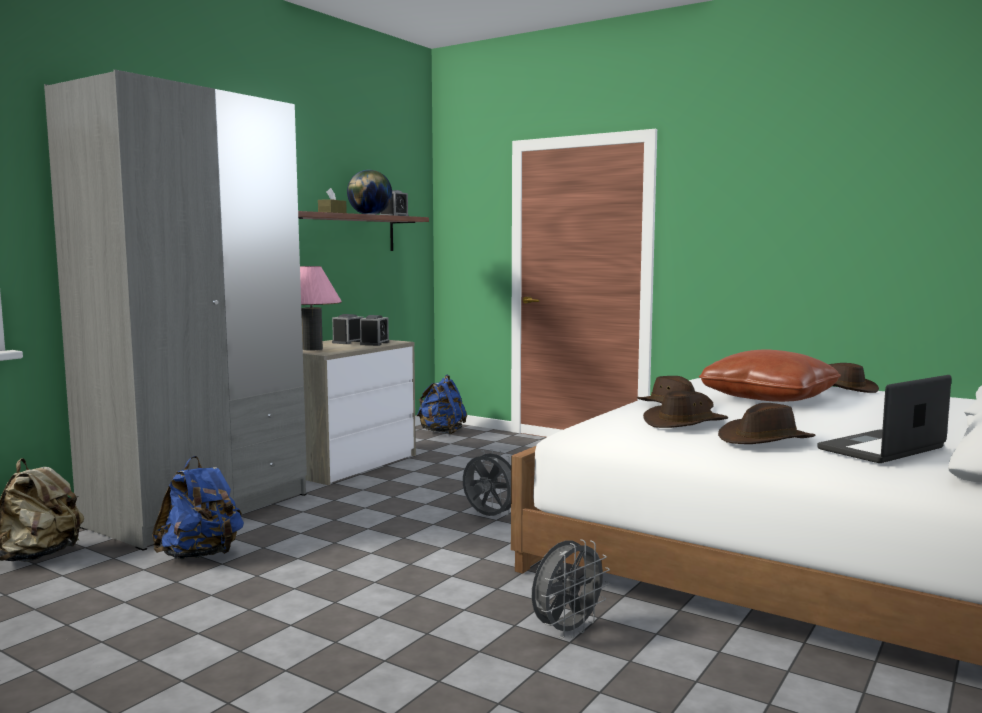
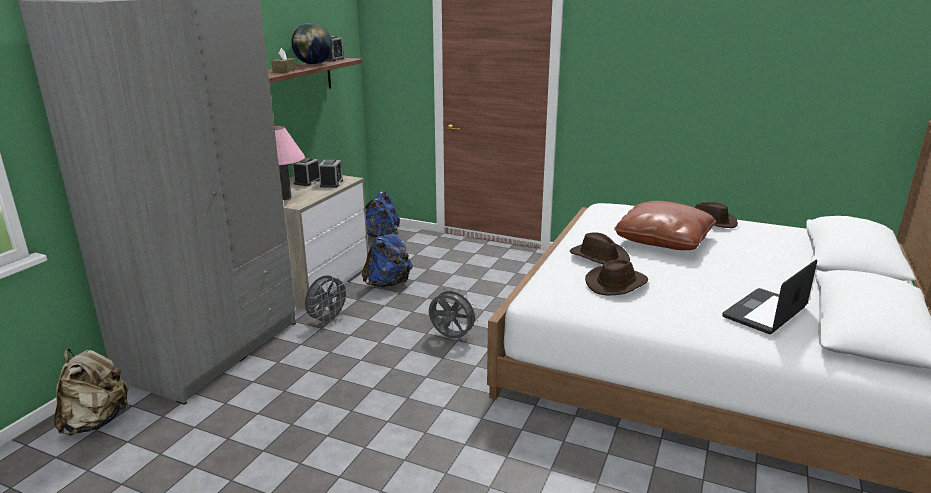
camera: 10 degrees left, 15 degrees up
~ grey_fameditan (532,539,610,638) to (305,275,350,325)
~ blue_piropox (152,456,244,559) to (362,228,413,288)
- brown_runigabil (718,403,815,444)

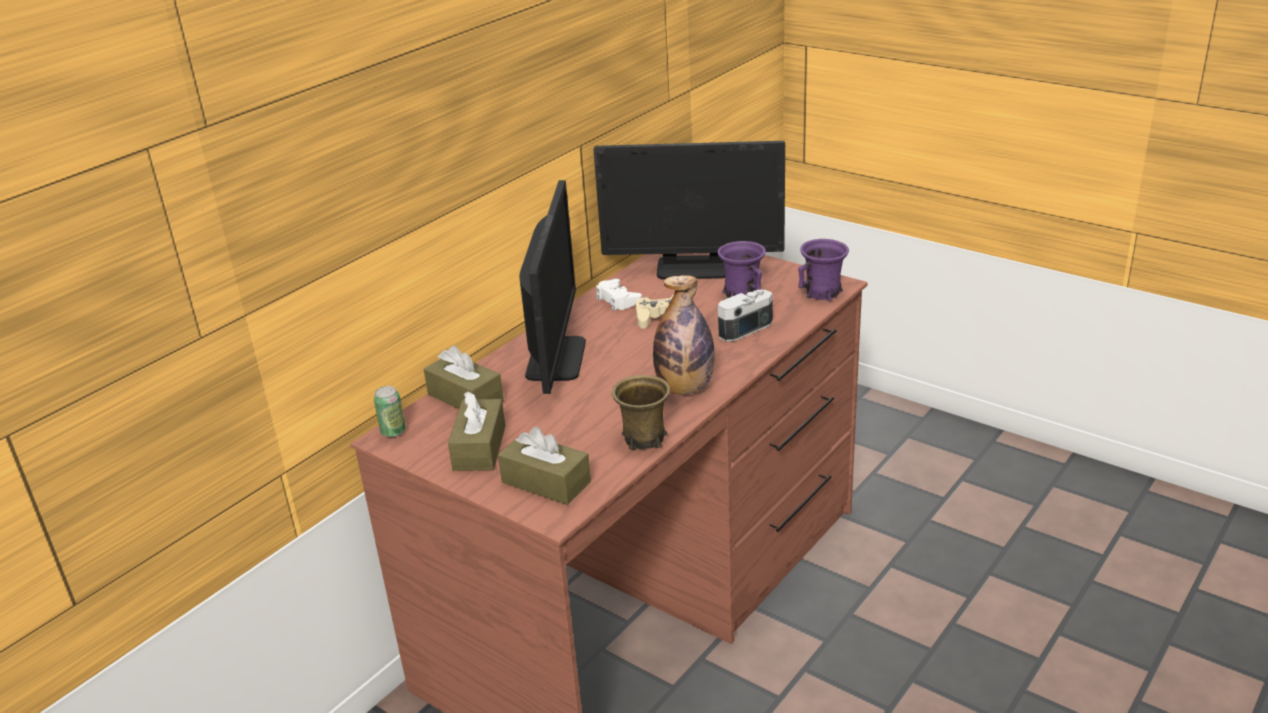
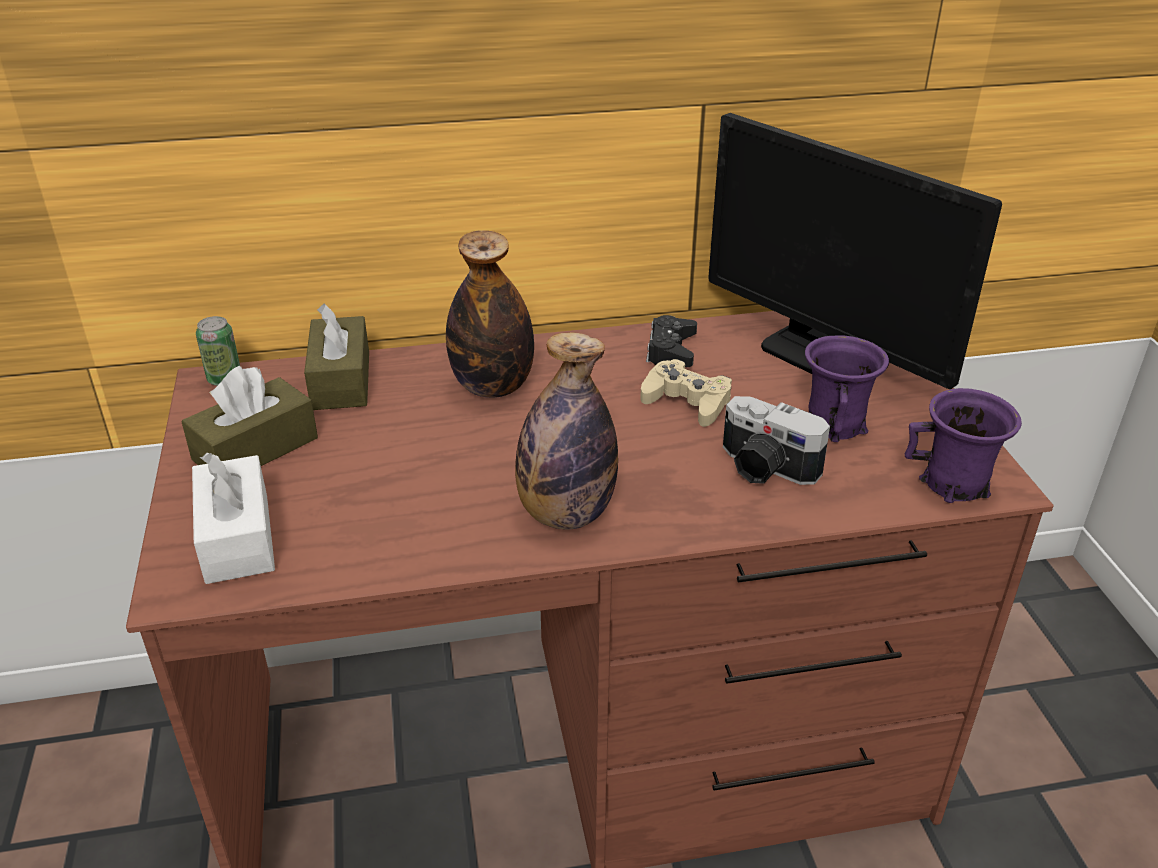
camera: 40 degrees right, 5 degrees up
~ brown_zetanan (498,427,591,505) to white_zetanan (192,453,275,584)
~ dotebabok (519,180,586,394) to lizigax (446,230,534,398)
~ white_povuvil (596,279,642,311) to black_povuvil (646,315,697,367)
~ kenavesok (718,289,773,342) = (723,396,830,485) 150 degrees counterclockwise
- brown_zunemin (612,375,670,449)

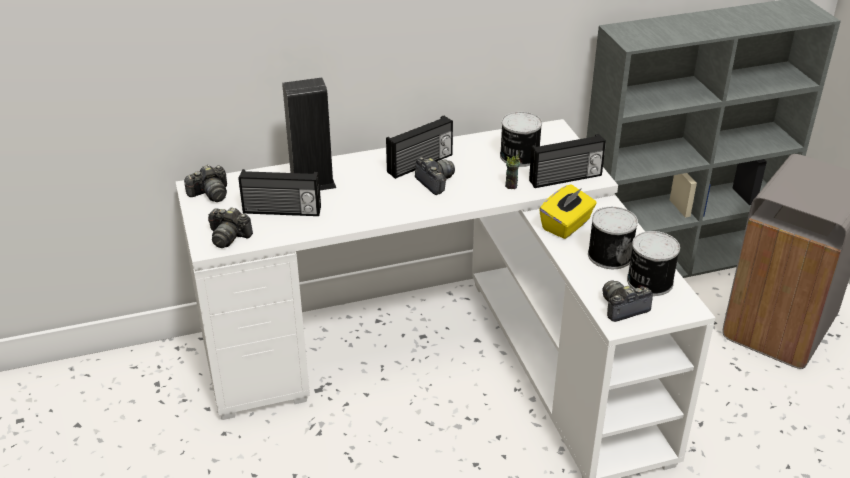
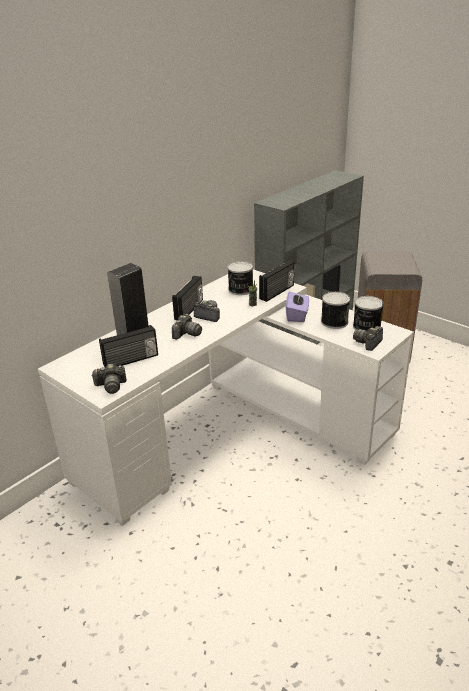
camera: 30 degrees left, 5 degrees down
~ kenavesok (184,165,227,202) to (172,314,202,339)
~ yellow_zetanan (539,184,597,239) to purple_zetanan (286,291,309,322)

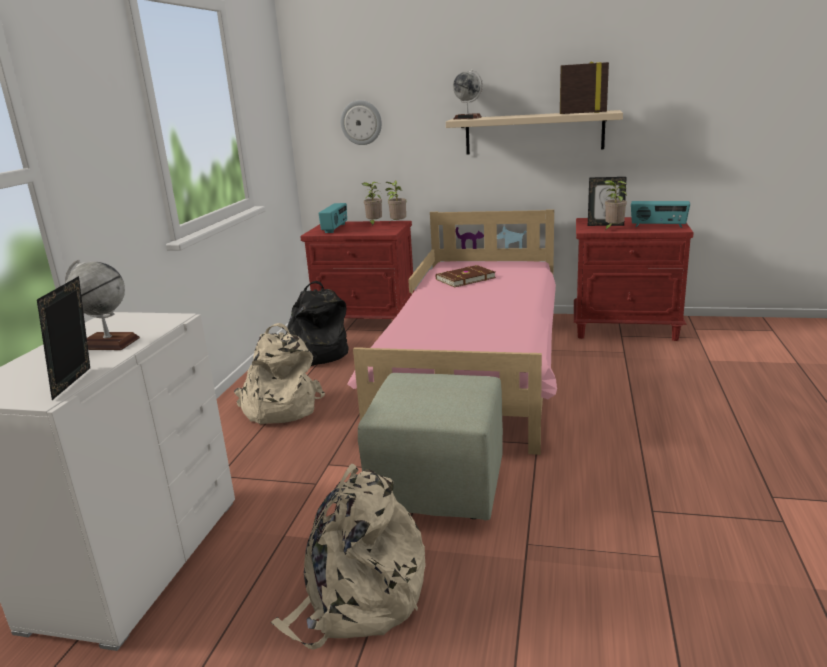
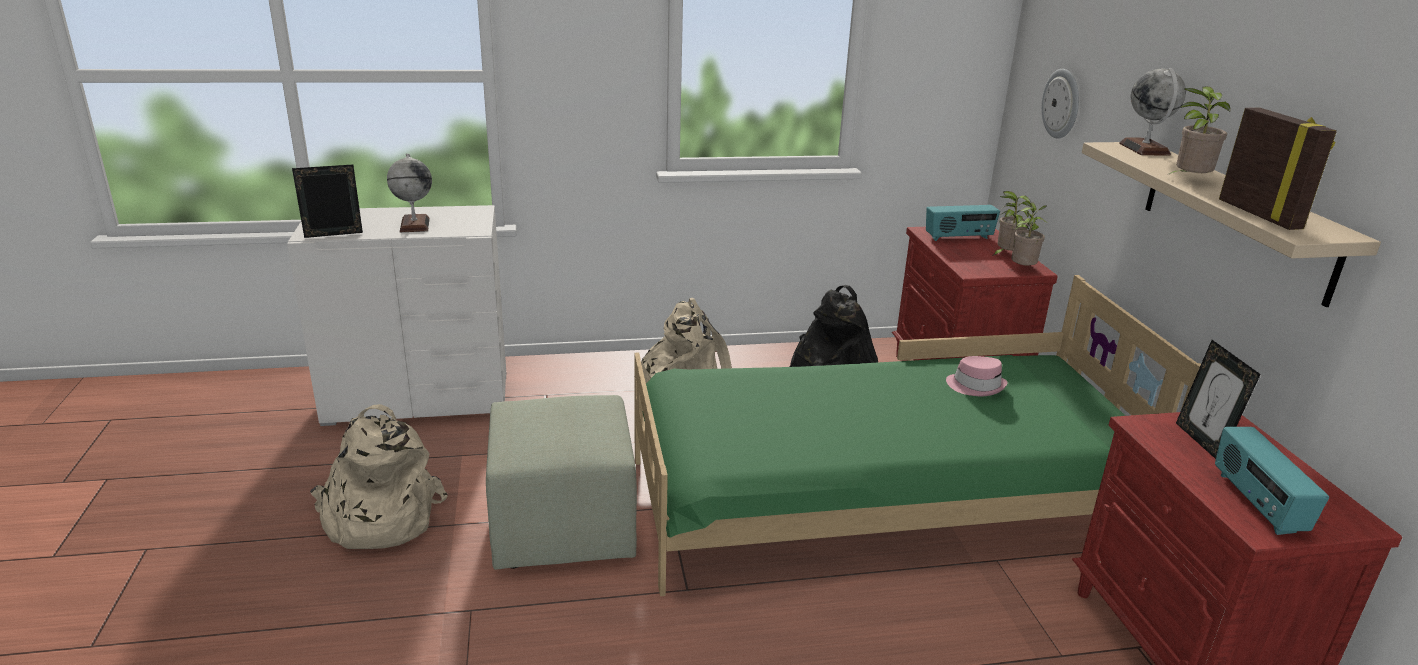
camera: 65 degrees right, 5 degrees up
~ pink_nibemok (348,209,557,455) to green_nibemok (634,275,1201,596)
~ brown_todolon (436,265,496,287) to pink_runigabil (946,356,1008,396)
~ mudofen (604,180,627,230) to (1167,86,1230,175)

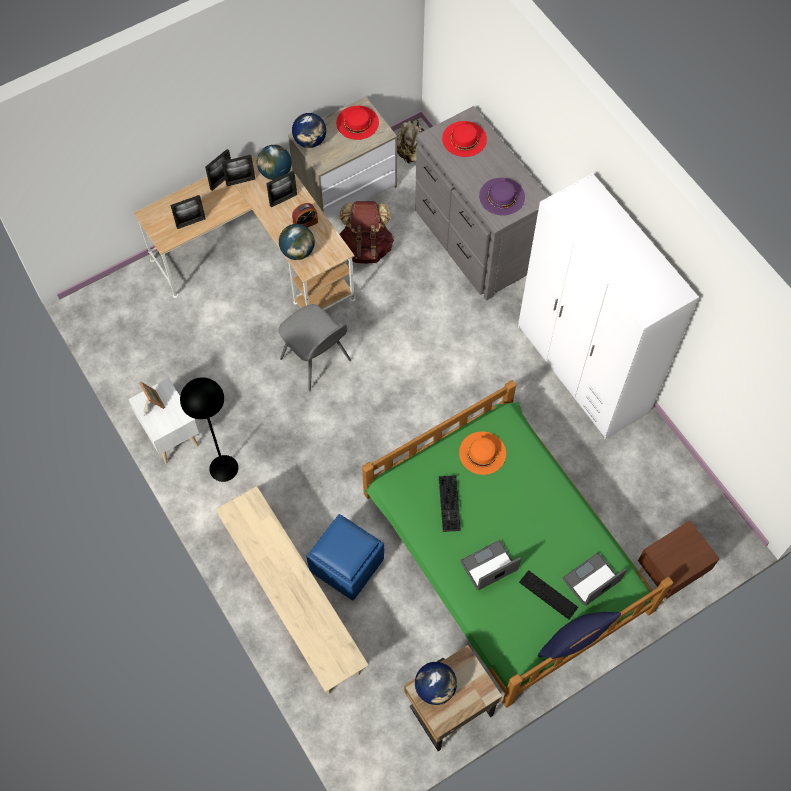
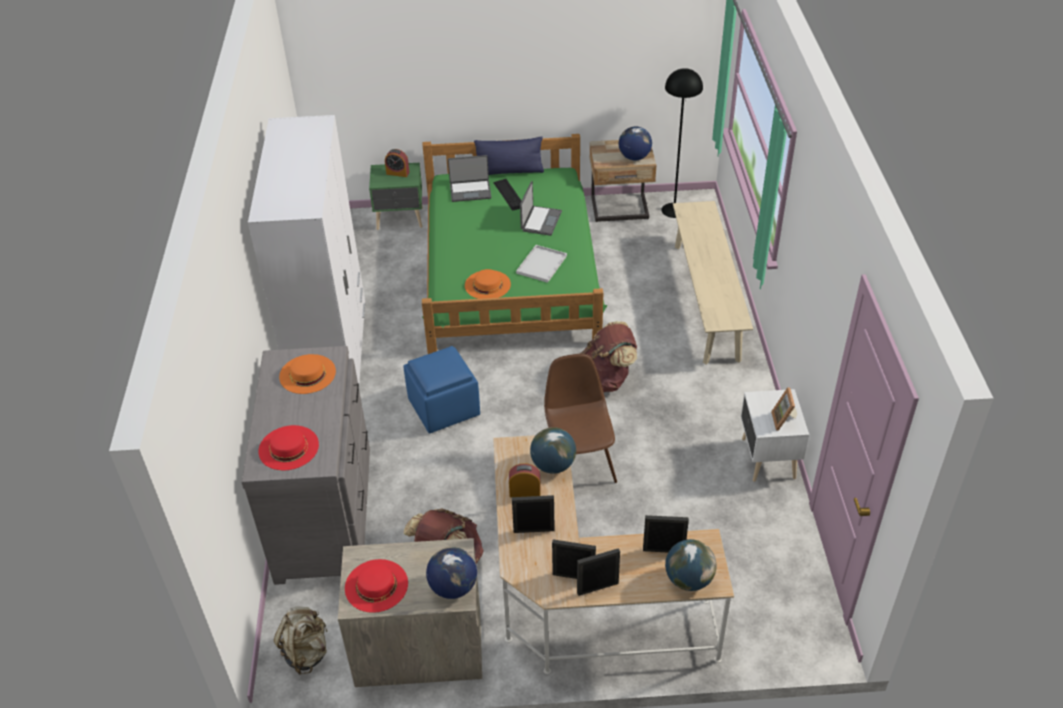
camera: 150 degrees left, 20 degrees down
~ purple_runigabil (479,178,525,215) to orange_runigabil (279,354,336,394)
~ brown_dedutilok (638,520,720,604) to green_dedutilok (369,163,423,230)
+ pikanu (385,149,410,177)
~ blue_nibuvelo (307,514,384,601) to (404,346,480,433)
~ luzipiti (439,475,461,532) to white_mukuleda (516,245,567,283)
~ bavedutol (460,540,521,590) = (520,181,562,236) 75 degrees counterclockwise
~ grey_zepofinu (279,304,351,391) to brown_zepofinu (544,354,617,483)
+ brown_piropox (580,321,637,392)
~ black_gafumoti (180,377,238,482) to (661,68,703,218)
~ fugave (257,145,292,180) to (665,539,716,591)

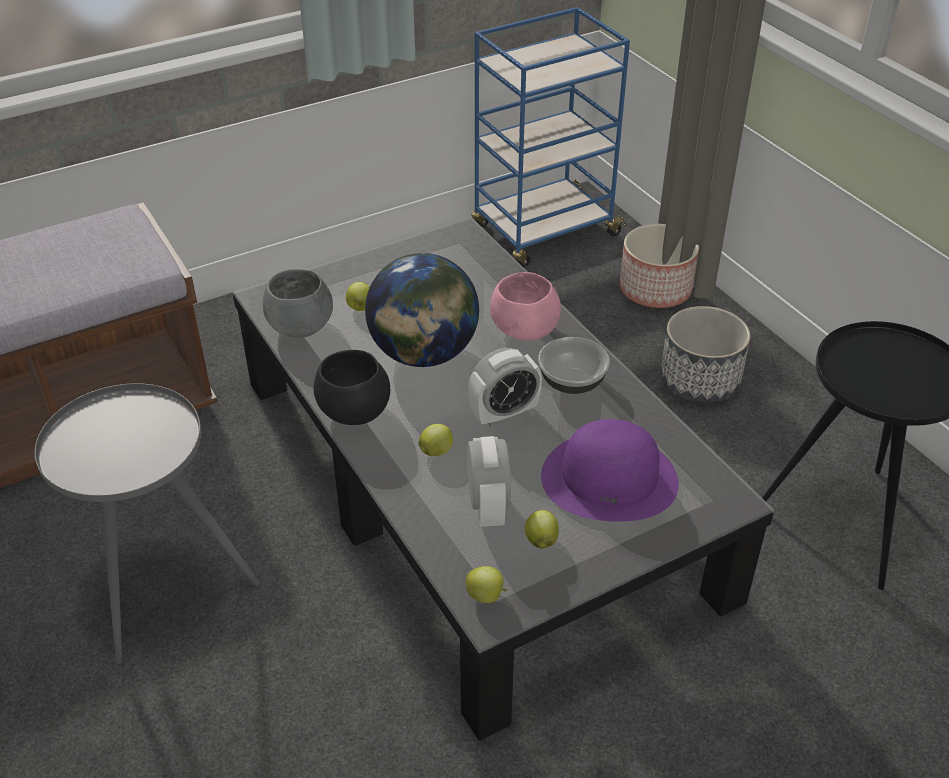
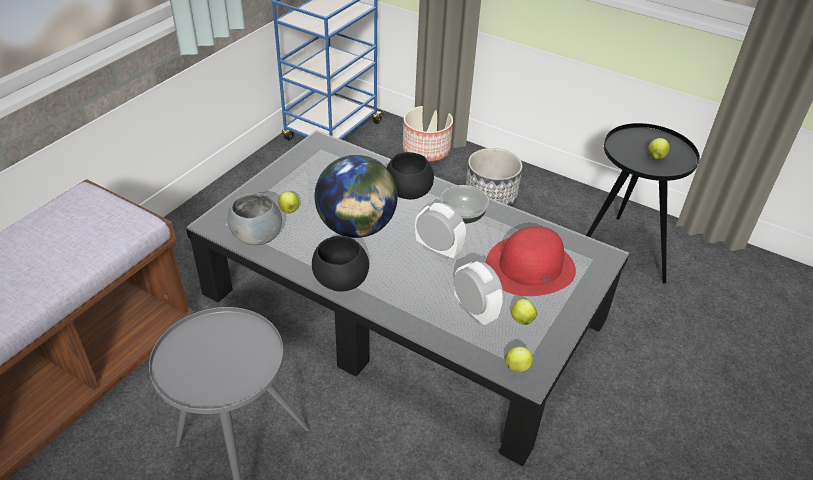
camera: 30 degrees left, 0 degrees up
~ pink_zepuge (490,272,561,341) to black_zepuge (387,152,434,199)
~ pikanu (468,348,542,427) = (415,202,466,260) 90 degrees counterclockwise
~ purple_runigabil (541,419,679,522) to red_runigabil (485,226,576,296)
~ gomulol (418,424,453,456) to (648,138,669,159)

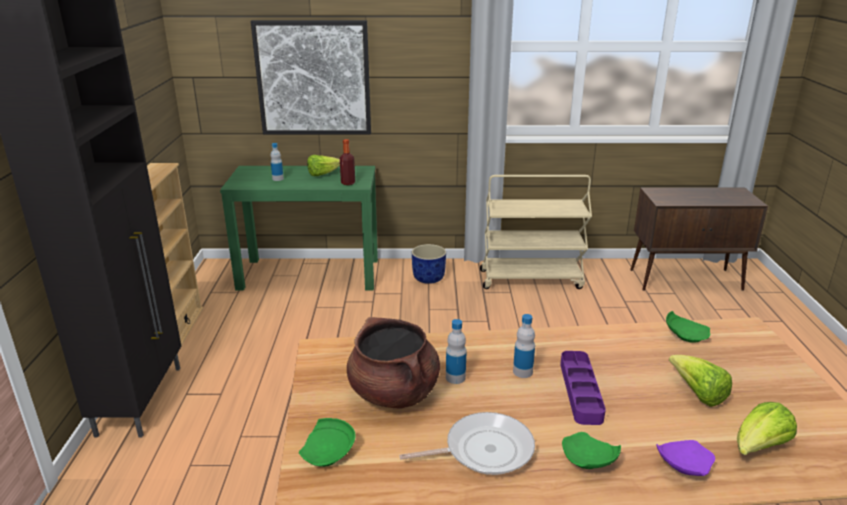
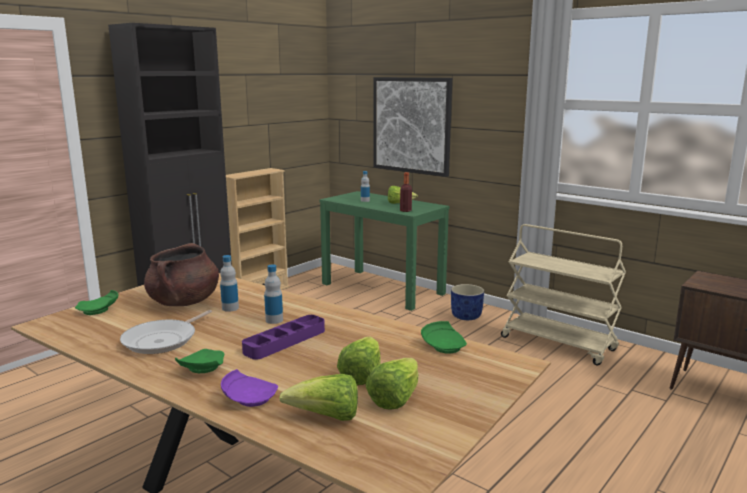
camera: 40 degrees right, 10 degrees down
~ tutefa (399,412,535,475) = (120,310,212,354) 90 degrees clockwise
+ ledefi (366,358,419,410)

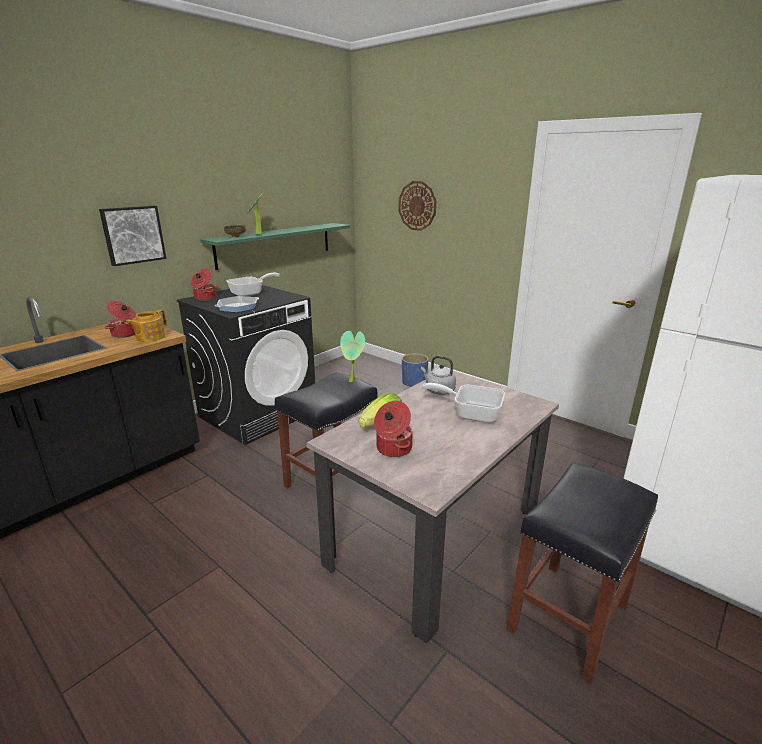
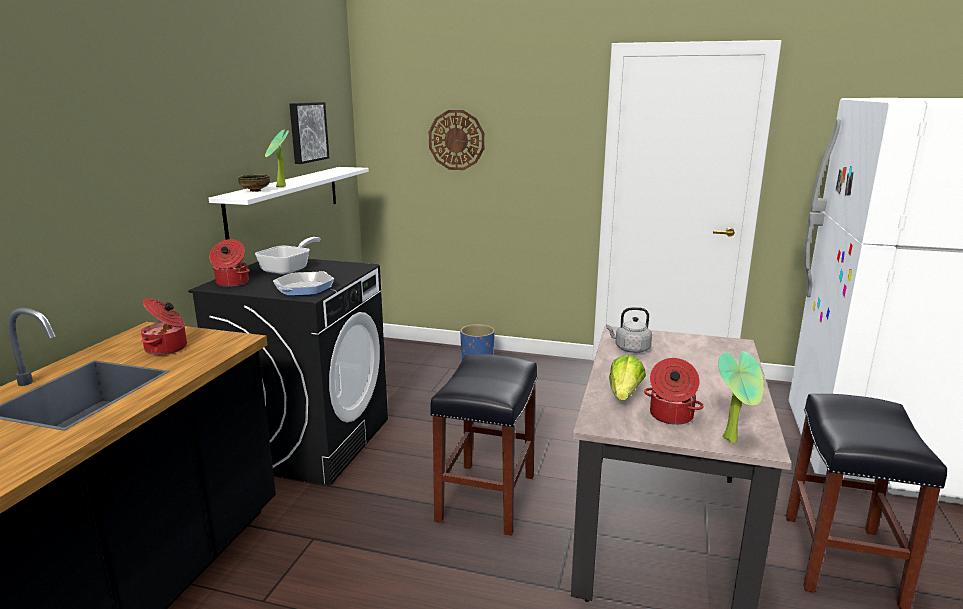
camera: 25 degrees left, 5 degrees down
~ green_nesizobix (200,223,350,270) to white_nesizobix (208,167,369,240)
~ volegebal (99,206,166,266) to (289,102,329,164)
~ mudofen (340,331,365,382) to (718,351,763,443)
- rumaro (126,309,167,342)
- tutefa (422,383,505,423)

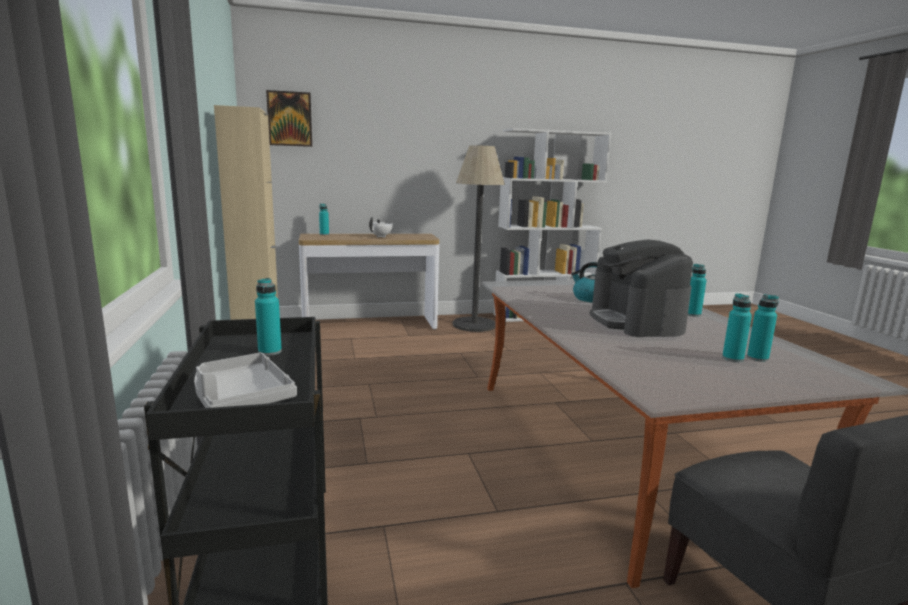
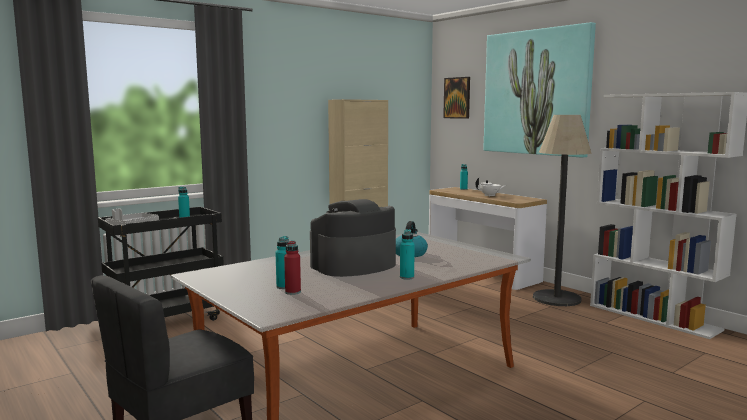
camera: 65 degrees right, 5 degrees down
~ turquoise_lizigax (747,294,779,362) to red_lizigax (284,241,301,295)
+ volegebal (483,22,596,158)

